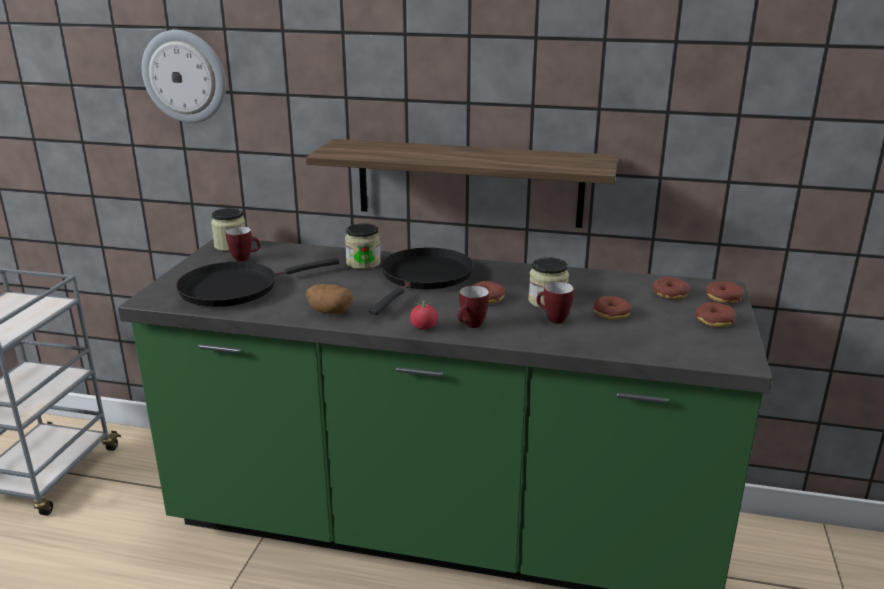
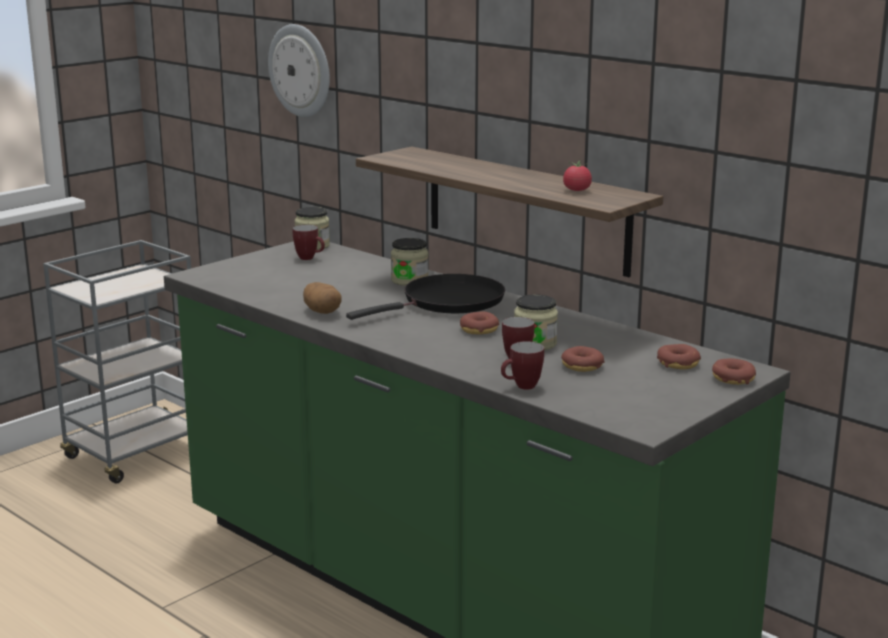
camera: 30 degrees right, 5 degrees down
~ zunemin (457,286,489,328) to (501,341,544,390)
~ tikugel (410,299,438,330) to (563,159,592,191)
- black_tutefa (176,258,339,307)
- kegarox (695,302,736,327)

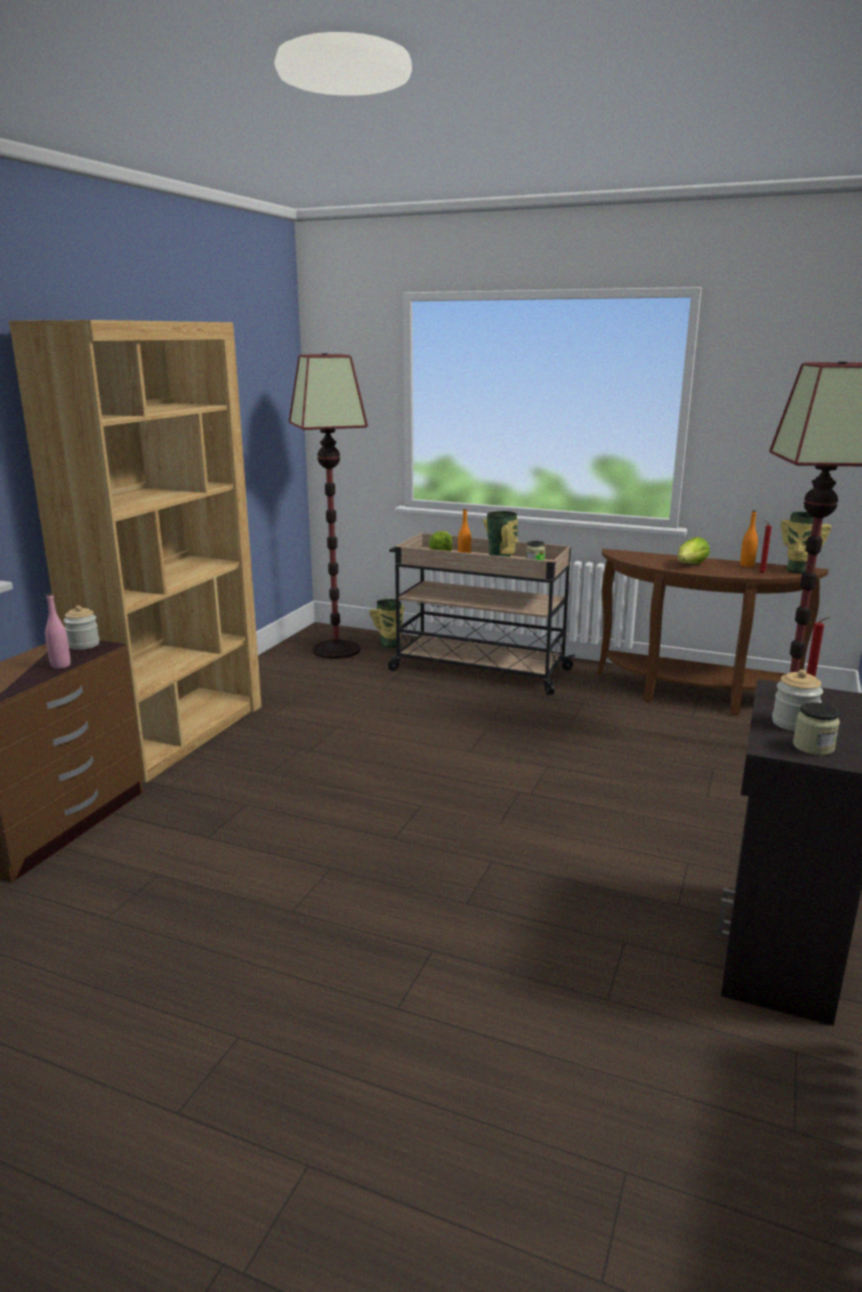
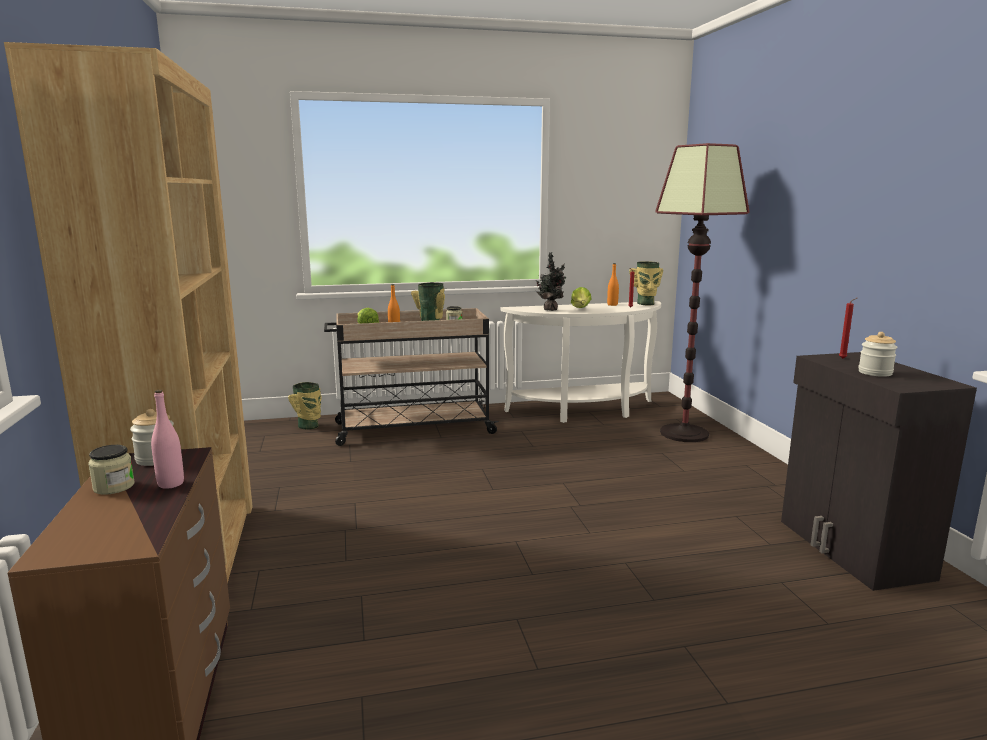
camera: 35 degrees left, 5 degrees down
~ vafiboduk (793,702,840,755) to (88,445,135,495)
~ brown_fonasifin (597,549,829,716) to white_fonasifin (500,301,661,423)
+ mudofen (536,252,566,311)
- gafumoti (289,354,368,659)

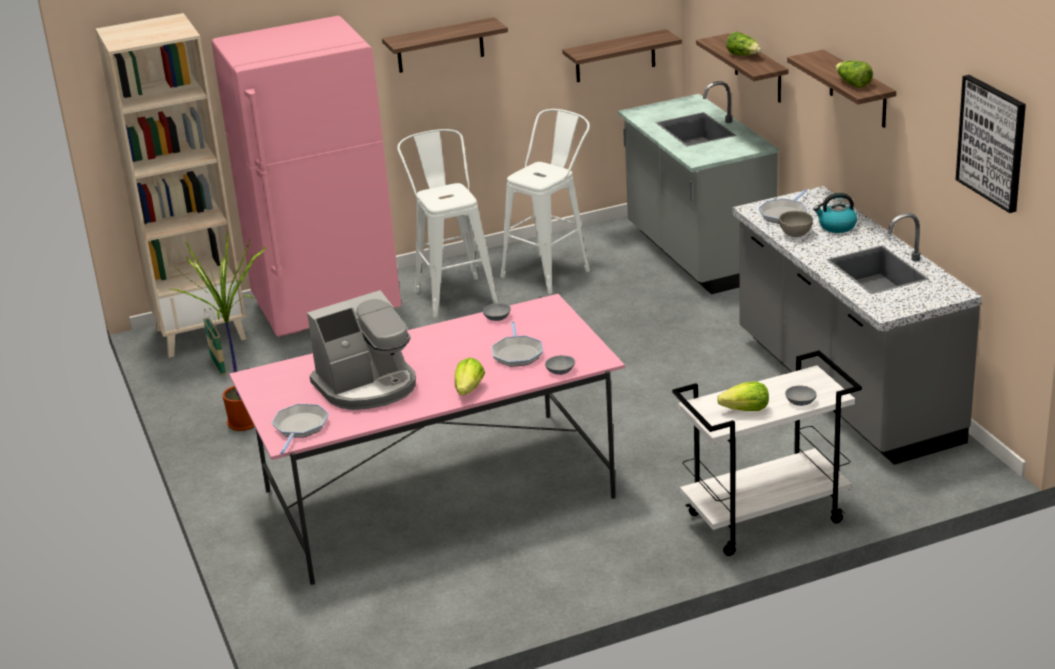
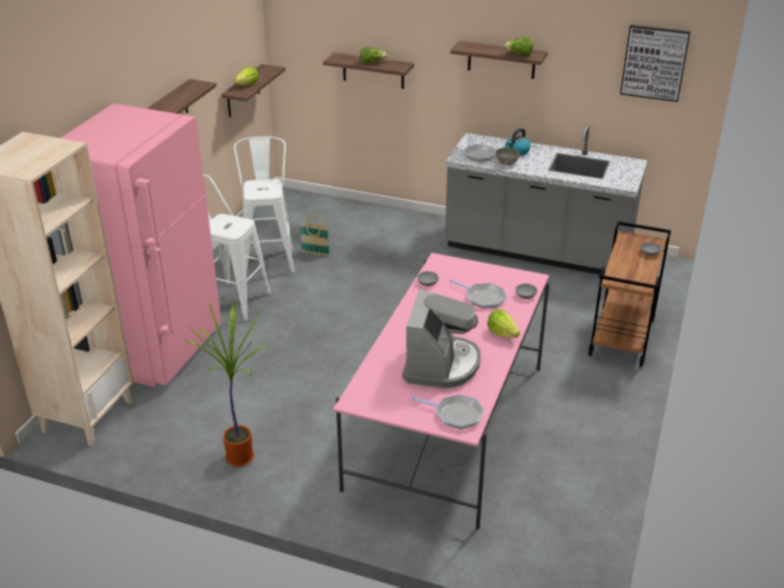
camera: 50 degrees left, 5 degrees up
~ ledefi (717,382,769,411) to (234,66,259,85)
~ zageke (203,308,226,376) to (300,212,330,256)
~ tutefa (272,404,329,454) = (411,394,484,429) 150 degrees clockwise
~ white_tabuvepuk (672,350,862,556) to brown_tabuvepuk (588,221,671,367)
- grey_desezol (618,81,778,294)

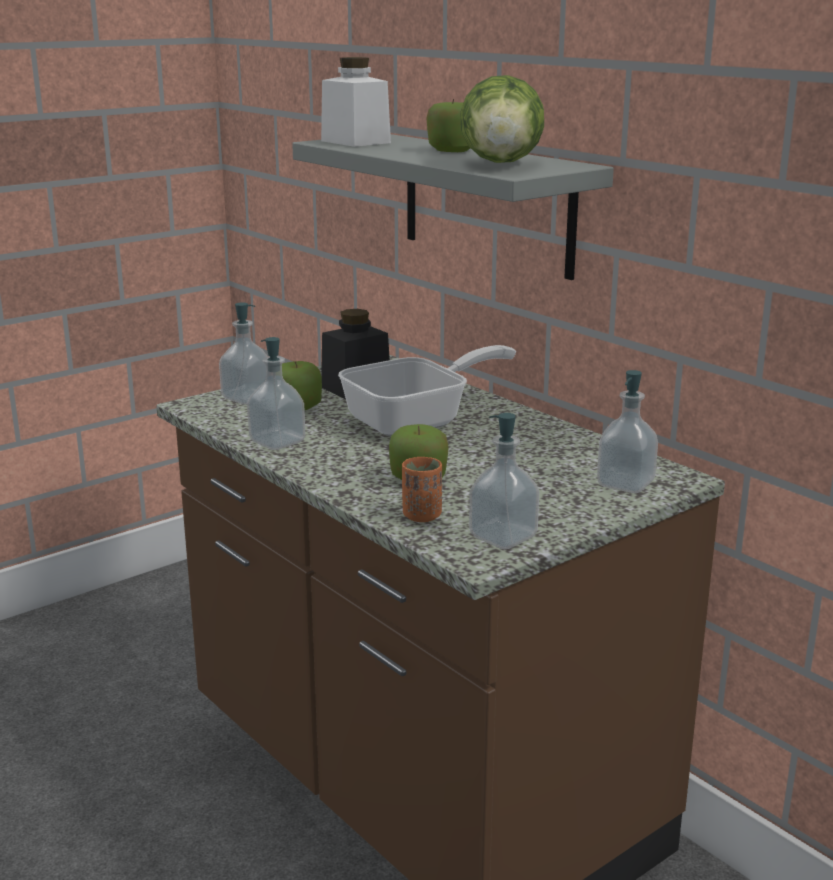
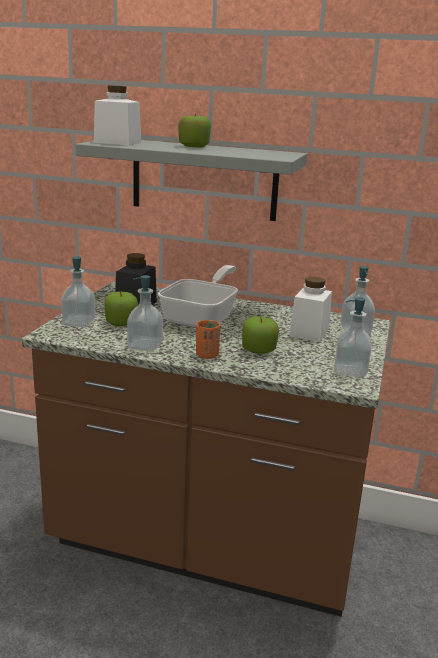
camera: 35 degrees left, 0 degrees up
~ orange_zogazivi (402,457,442,522) to (196,320,220,359)
+ white_vafiboduk (289,277,332,342)
- ledefi (460,75,544,163)

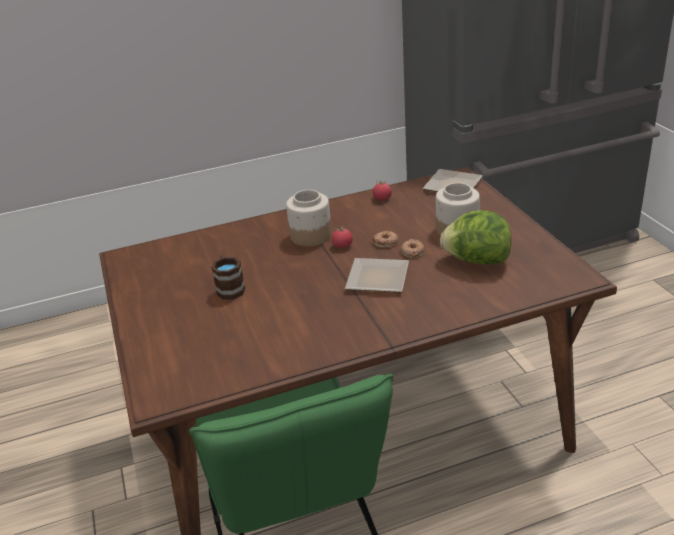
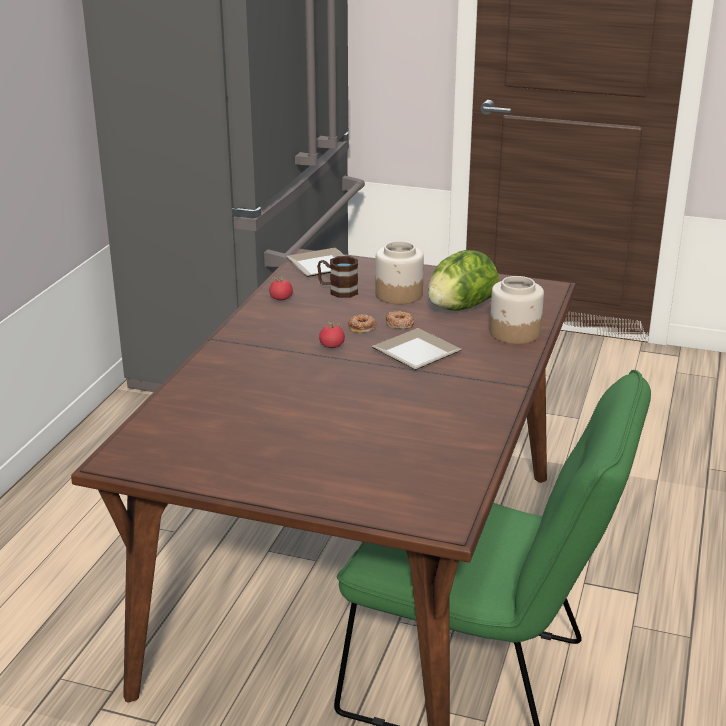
camera: 55 degrees left, 5 degrees down
~ brown_zunemin (212,255,245,299) to (317,256,358,298)
~ vafiboduk (286,190,332,247) to (490,276,544,344)

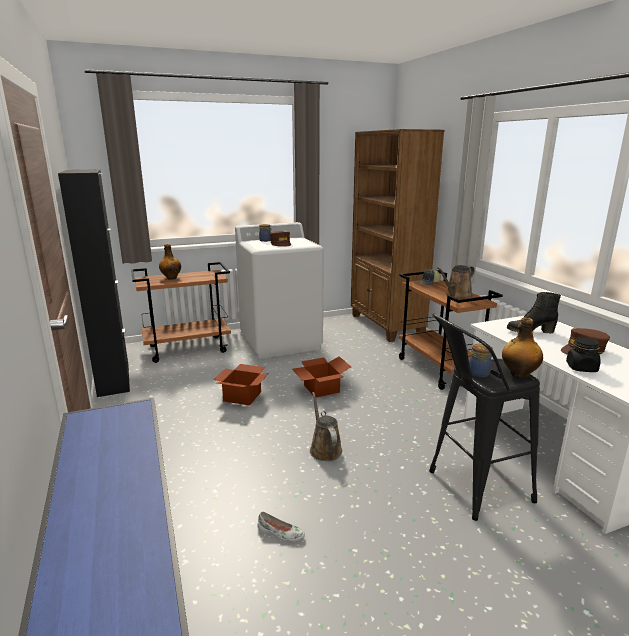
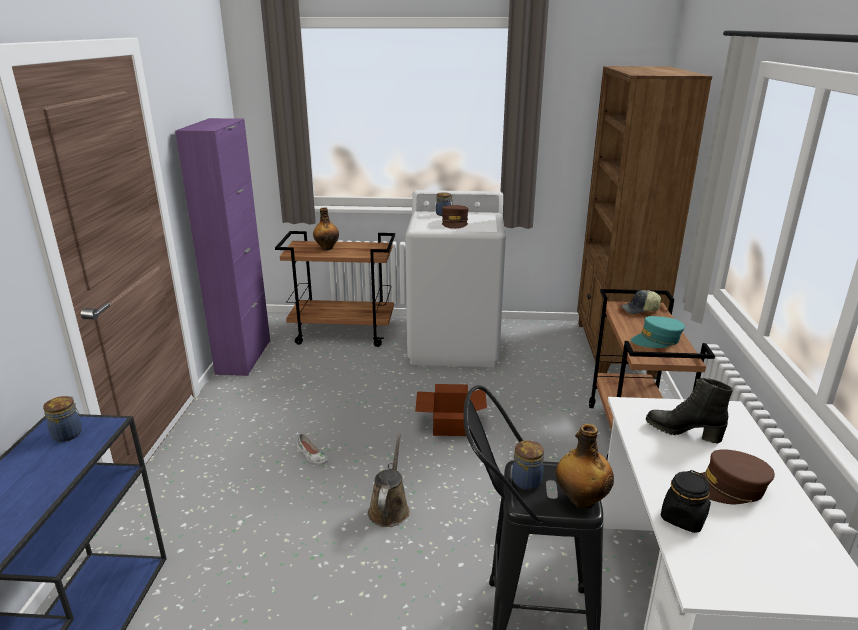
camera: 25 degrees right, 5 degrees up
+ vafiboduk (43,396,82,442)
~ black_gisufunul (58,169,130,397) to purple_gisufunul (175,118,270,376)
~ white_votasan (257,511,305,542) to (297,434,328,465)
~ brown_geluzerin (437,265,475,299) to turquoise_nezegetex (631,316,685,348)
- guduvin (213,364,269,406)

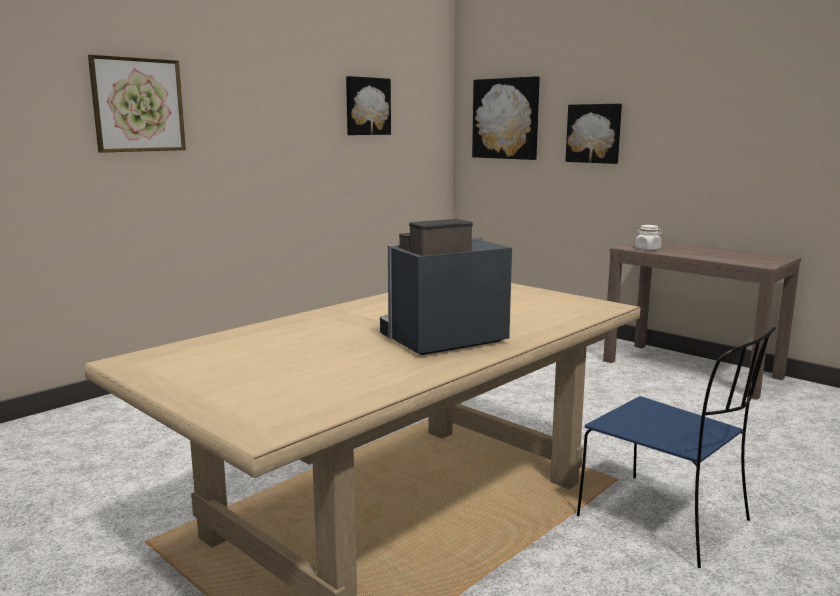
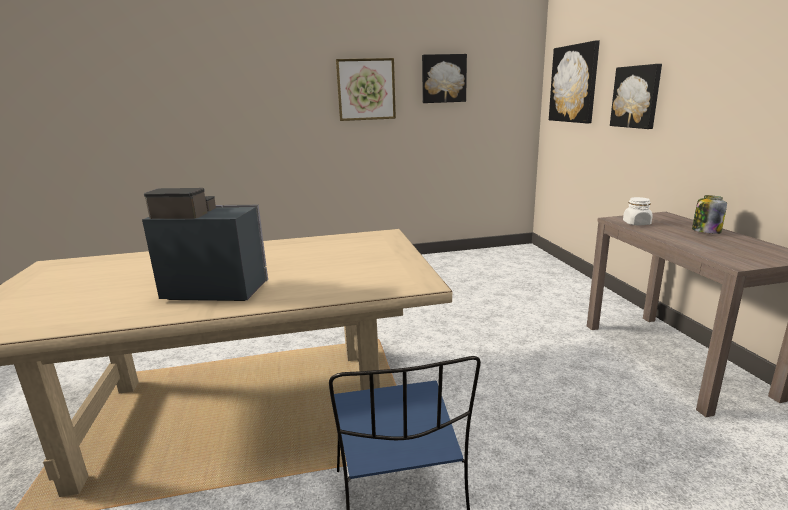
camera: 35 degrees right, 5 degrees up
~ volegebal (88,55,186,153) to (336,58,396,121)
+ vafiboduk (692,195,727,234)

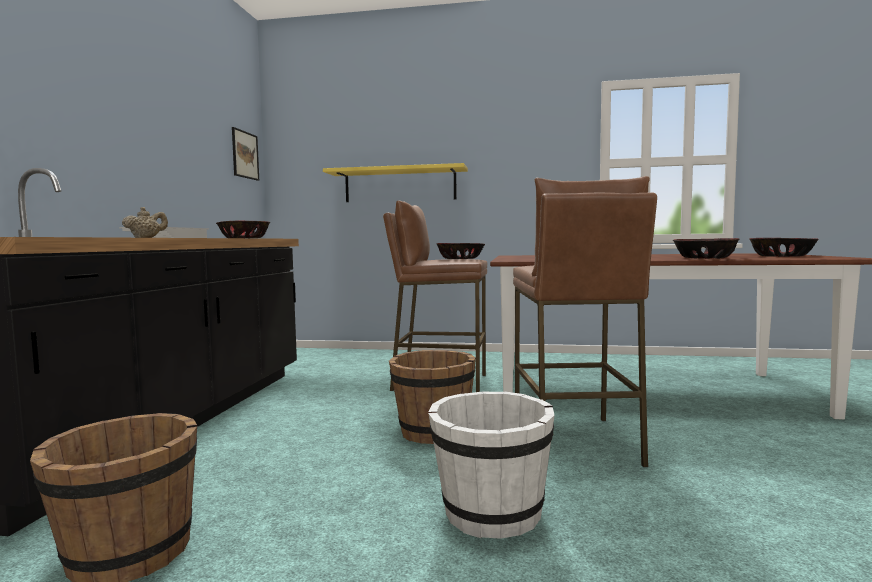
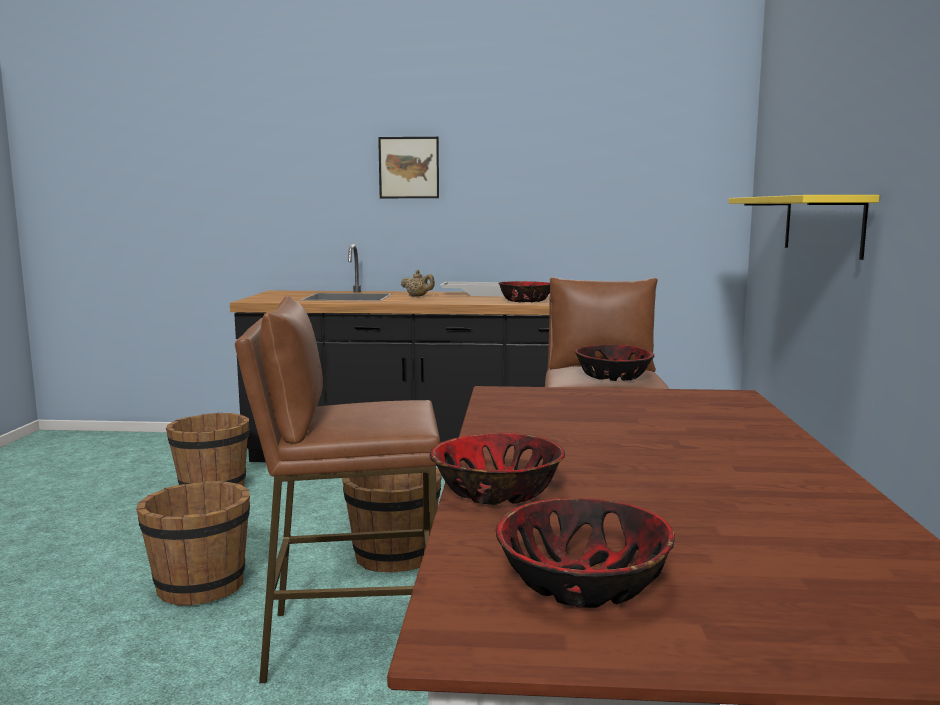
camera: 85 degrees right, 5 degrees up
~ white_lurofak (428,392,555,539) to brown_lurofak (136,481,250,606)
~ volegebal (232,127,259,181) to (378,137,439,198)

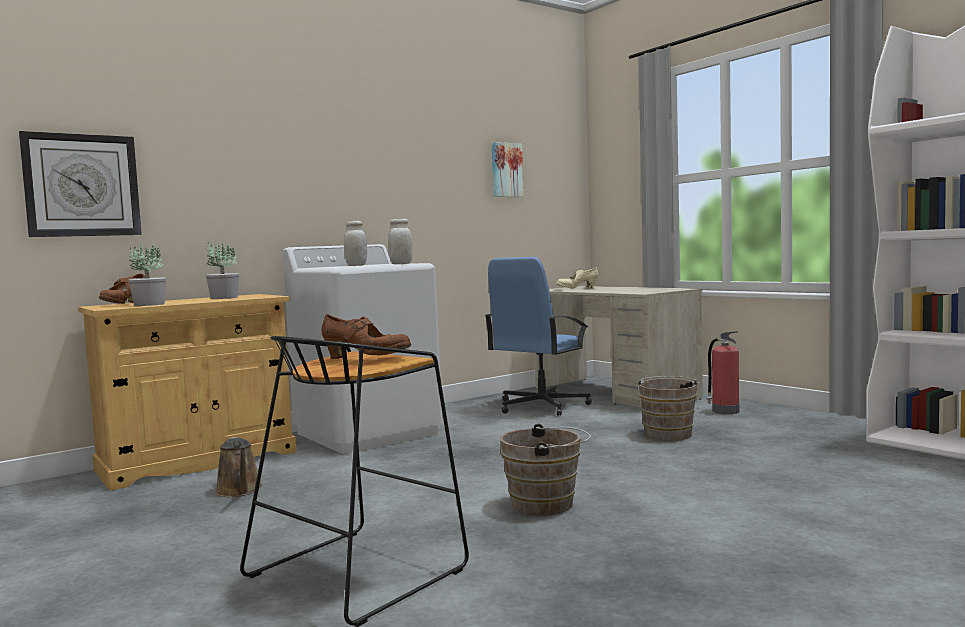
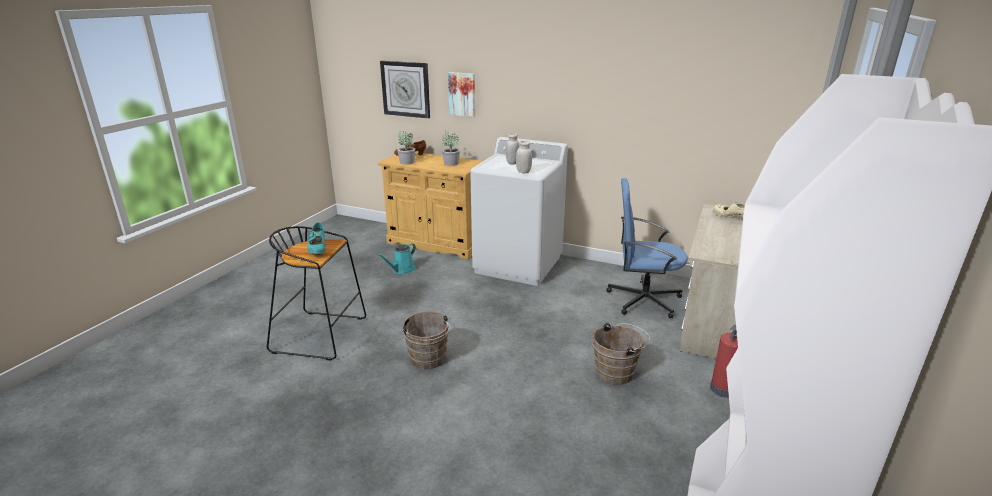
camera: 60 degrees right, 20 degrees up
~ brown_votasan (321,314,411,359) to turquoise_votasan (307,222,326,254)
~ brown_geluzerin (215,437,263,497) to turquoise_geluzerin (377,243,416,274)
~ volegebal (492,142,524,197) to (448,72,475,117)

